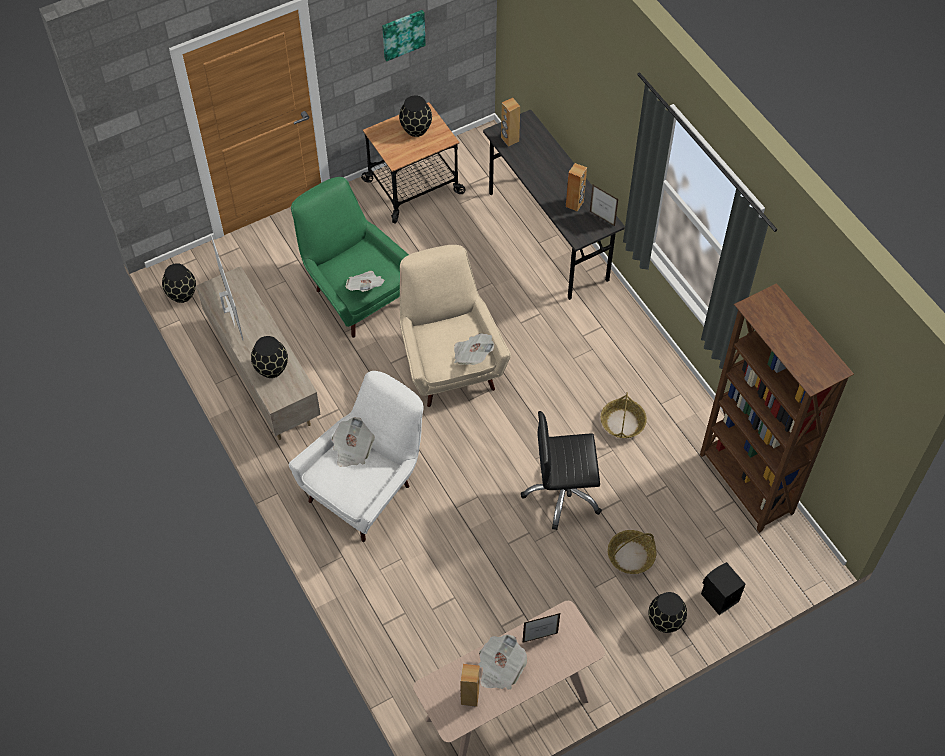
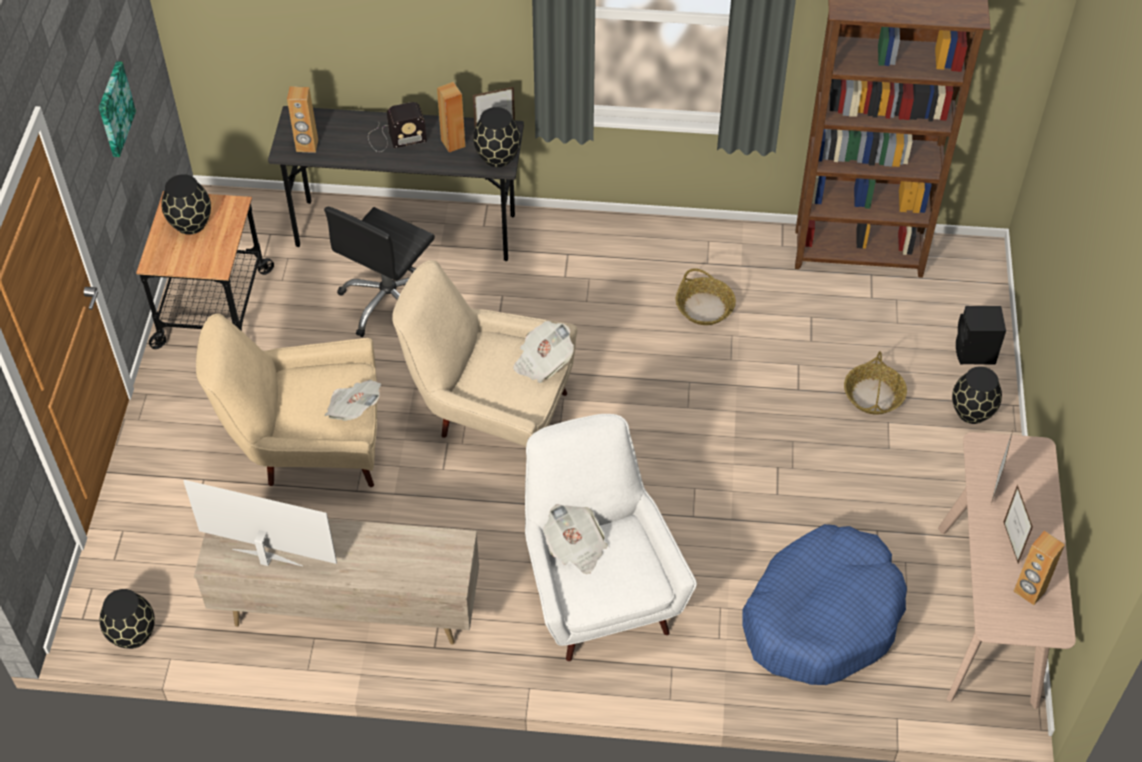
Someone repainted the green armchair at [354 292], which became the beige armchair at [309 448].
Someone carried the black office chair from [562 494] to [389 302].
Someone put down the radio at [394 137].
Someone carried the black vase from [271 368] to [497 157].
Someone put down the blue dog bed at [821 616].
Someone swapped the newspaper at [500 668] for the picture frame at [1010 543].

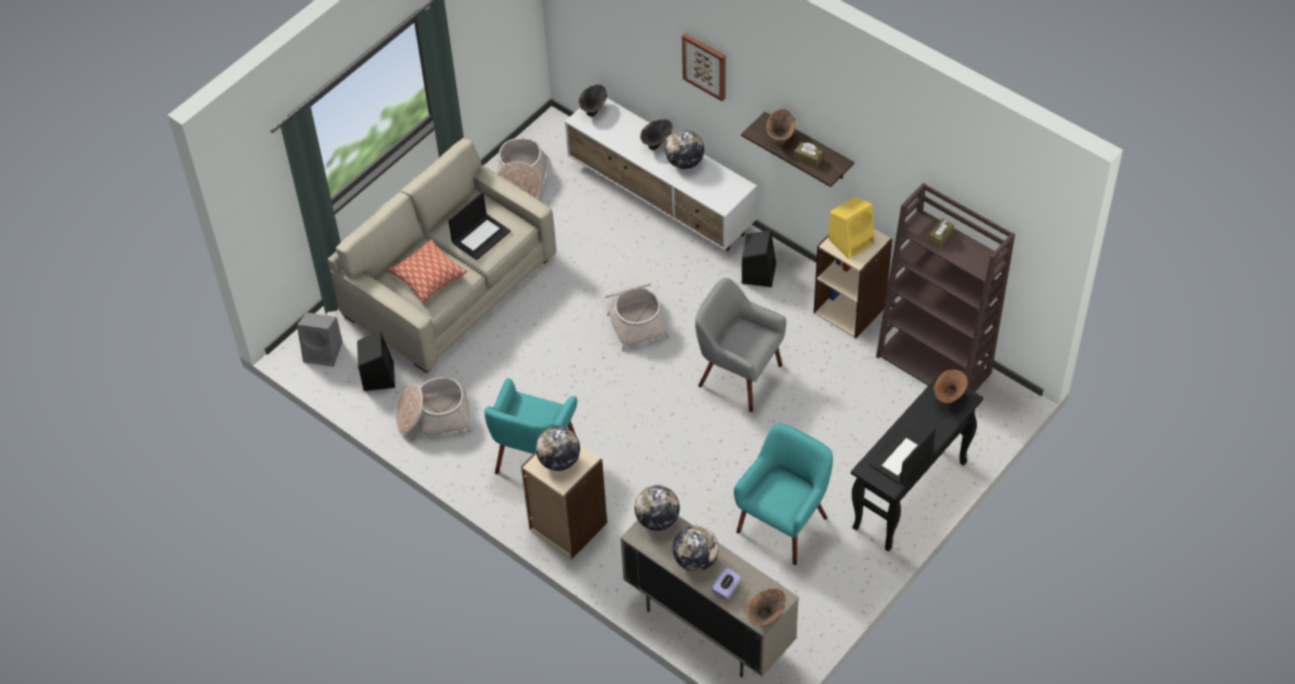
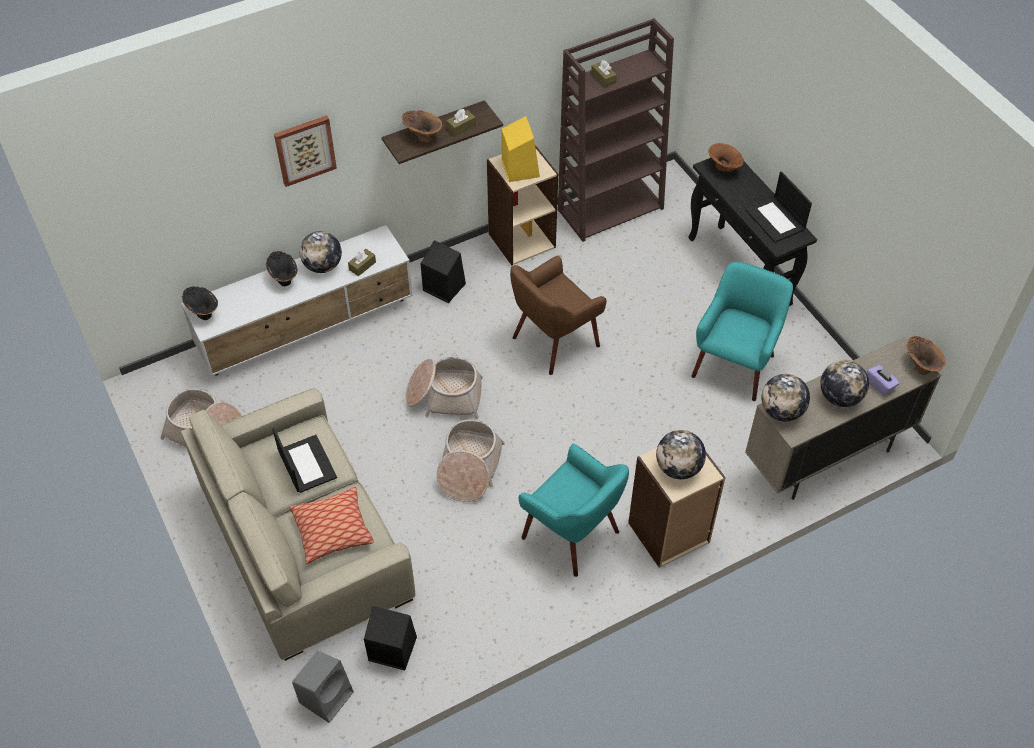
Someone put down the brown tissue box at [362 266].
Someone carried the basket from [434 417] to [469 468].
Someone repainted the grey armchair at [738 376], which became the brown armchair at [554 341].
Someone rotated the turquoise armchair at [783 524] by 60 degrees clockwise.

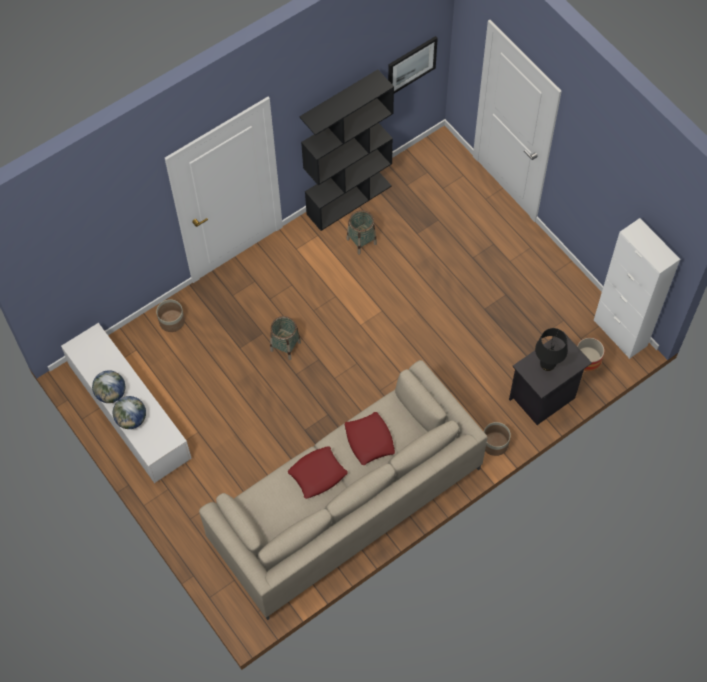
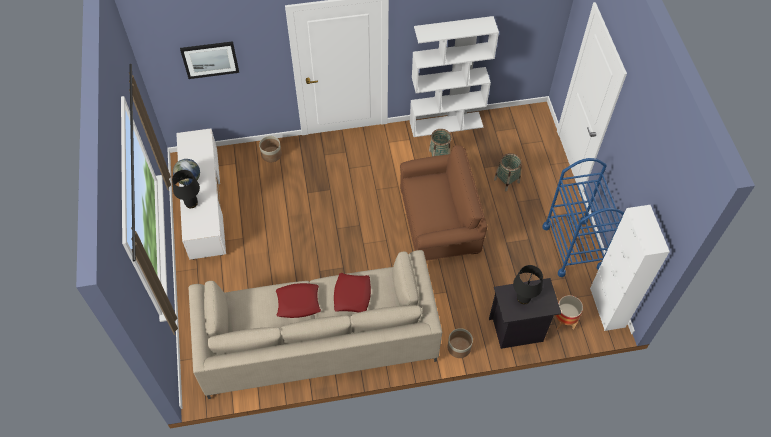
Someone swapped the globe at [131 419] for the black table lamp at [191 203].
Someone carried the picture from [411 65] to [210 59].
Someone put down the brown armchair at [439 221].
Someone repainted the black bookcase at [349 199], which became the white bookcase at [446 124].
Someone carried the basket from [285 346] to [506 181].
Someone put down the blue cart at [572 247].

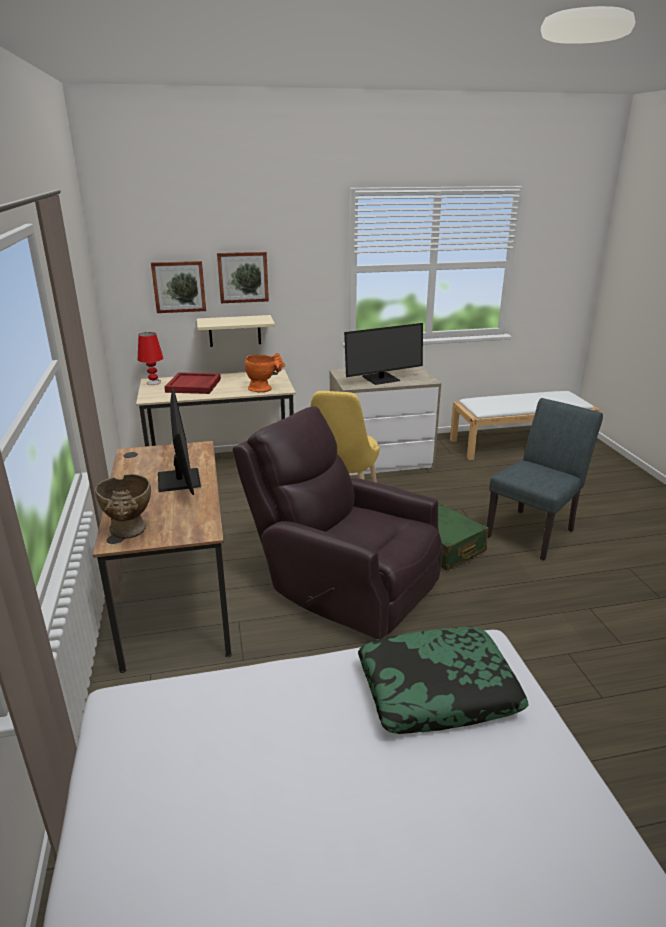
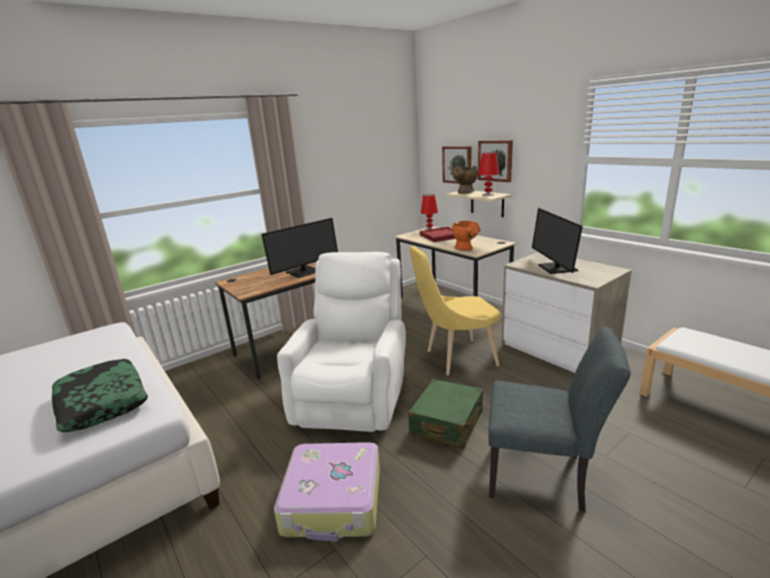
Someone put down the suitcase at [333 501].
Someone repainted the brown armchair at [342 584], which became the white armchair at [353 392].
Someone carried the beige vase from [130 532] to [464 192].
Someone put down the red table lamp at [488 194].
Someone rotated the monitor at [381 379] by 45 degrees clockwise.

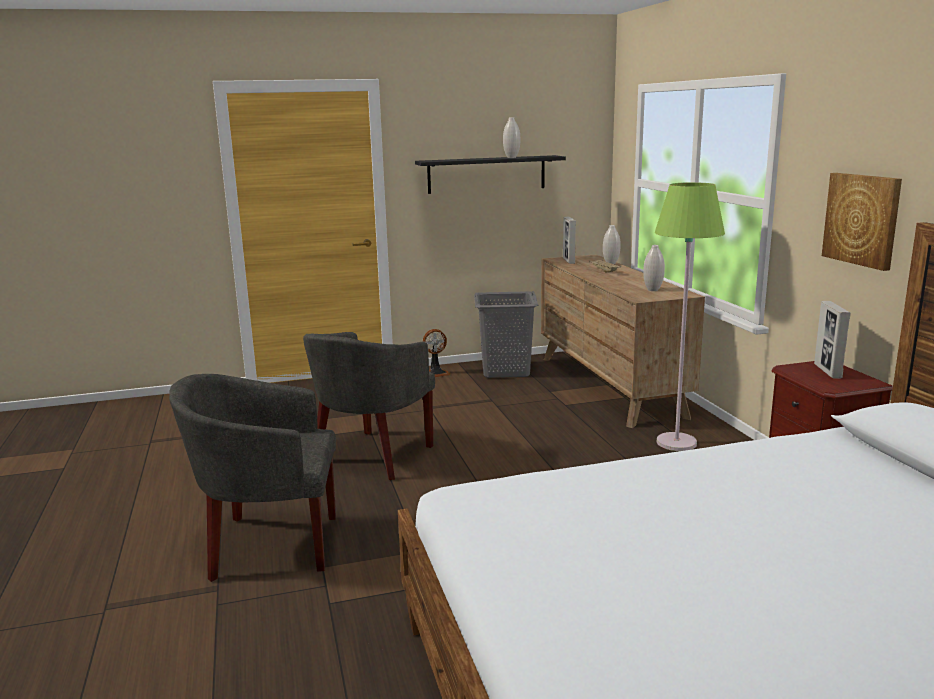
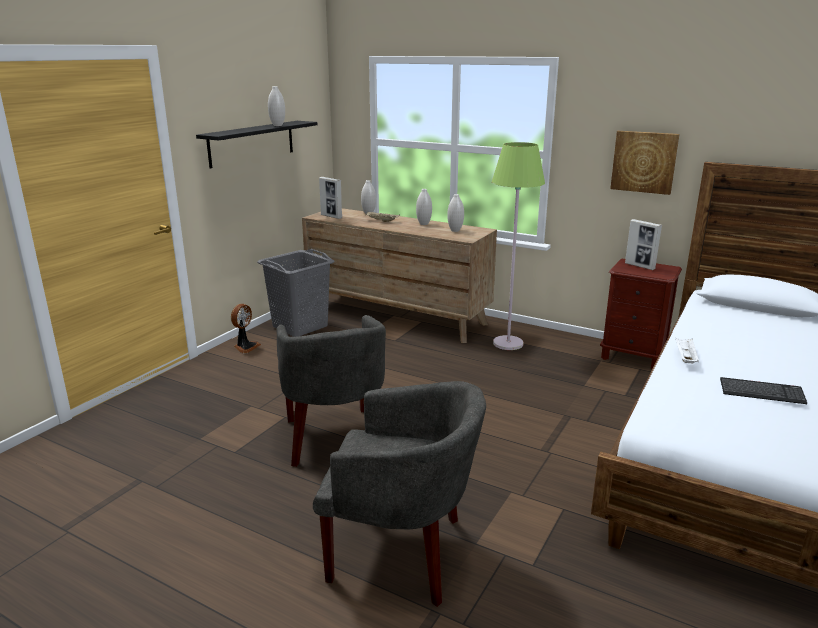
Someone rotated the grey armchair at [269 545] by 120 degrees counterclockwise.
Someone put down the white vase at [424 224].
Someone put down the white tray at [685 358].
Someone put down the keyboard at [761 392].

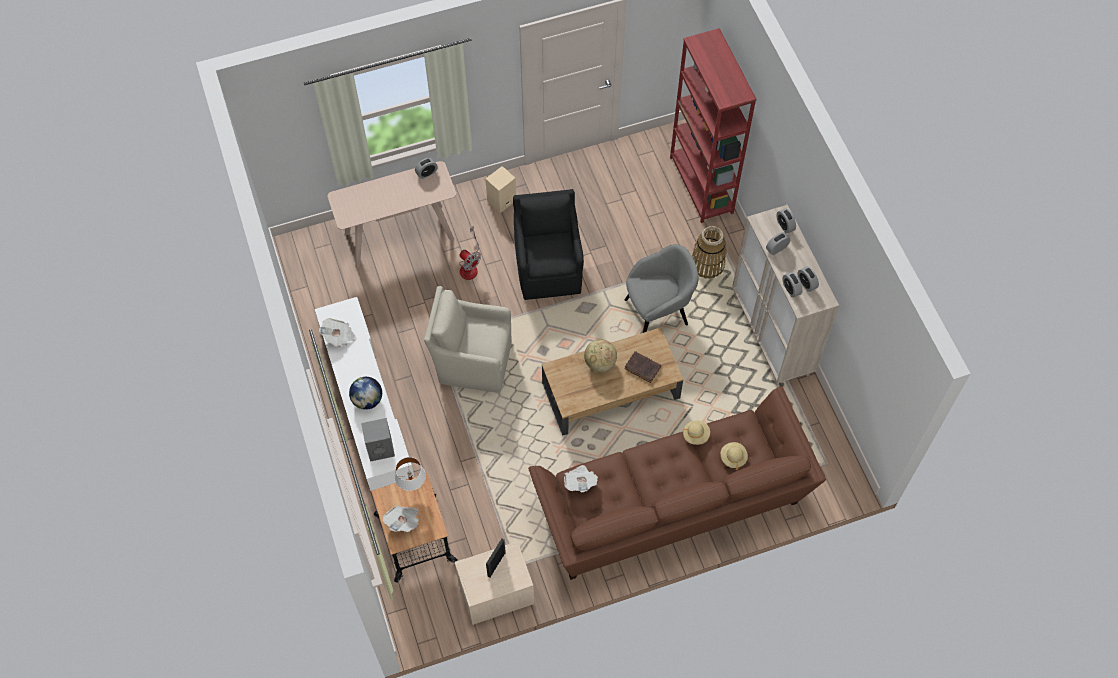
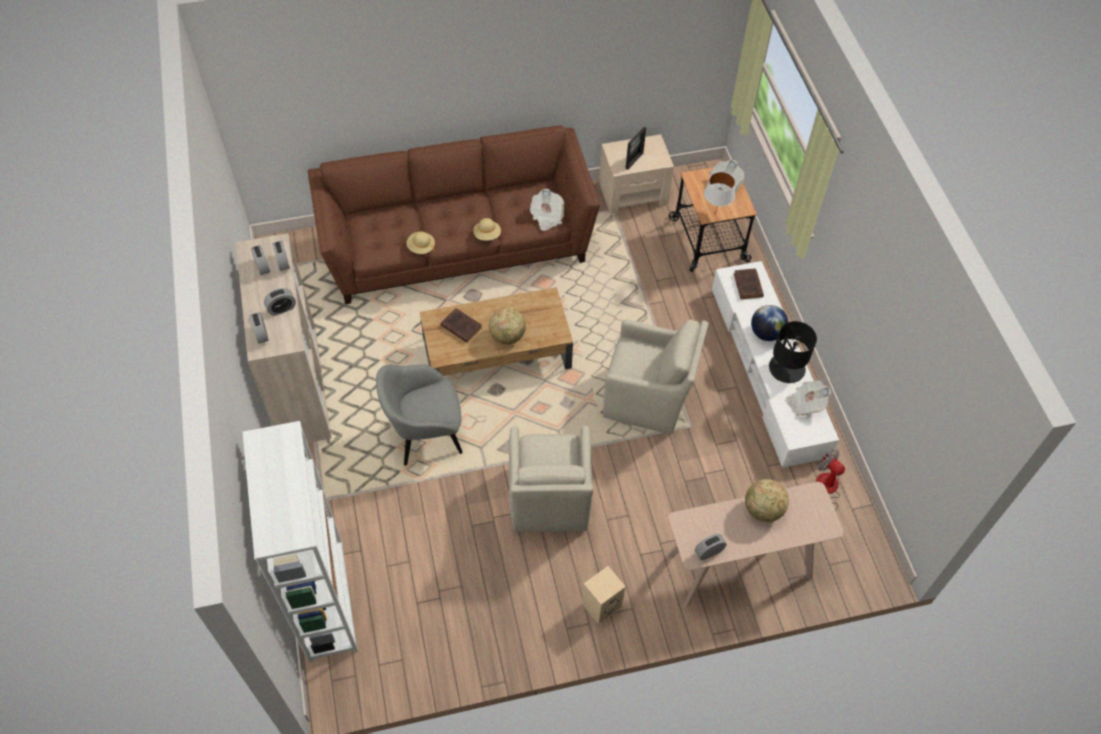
Someone repainted the red bookcase at [701 185], which became the white bookcase at [326 601].
Someone carried the beige hat from [733 457] to [487 235].
Someone repainted the black armchair at [548 269], which became the beige armchair at [549 501].
Someone swapped the grey speaker at [381 448] for the brown book at [748 286].
Someone put down the globe at [763 510].
Someone put down the black table lamp at [786 368].
Someone carried the fan from [469 266] to [826 491].
Someone took away the basket at [707 264].

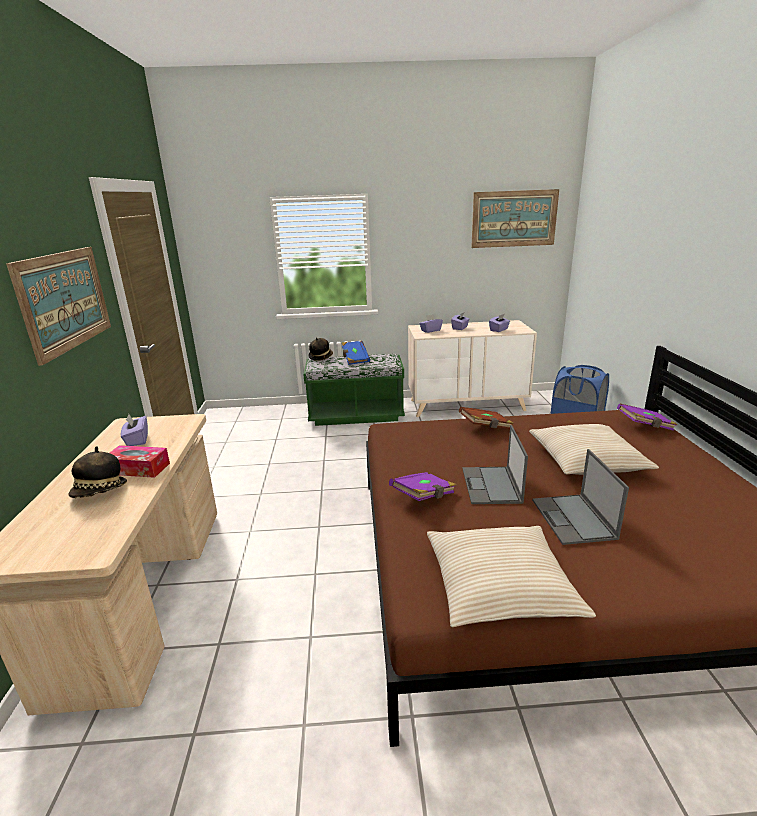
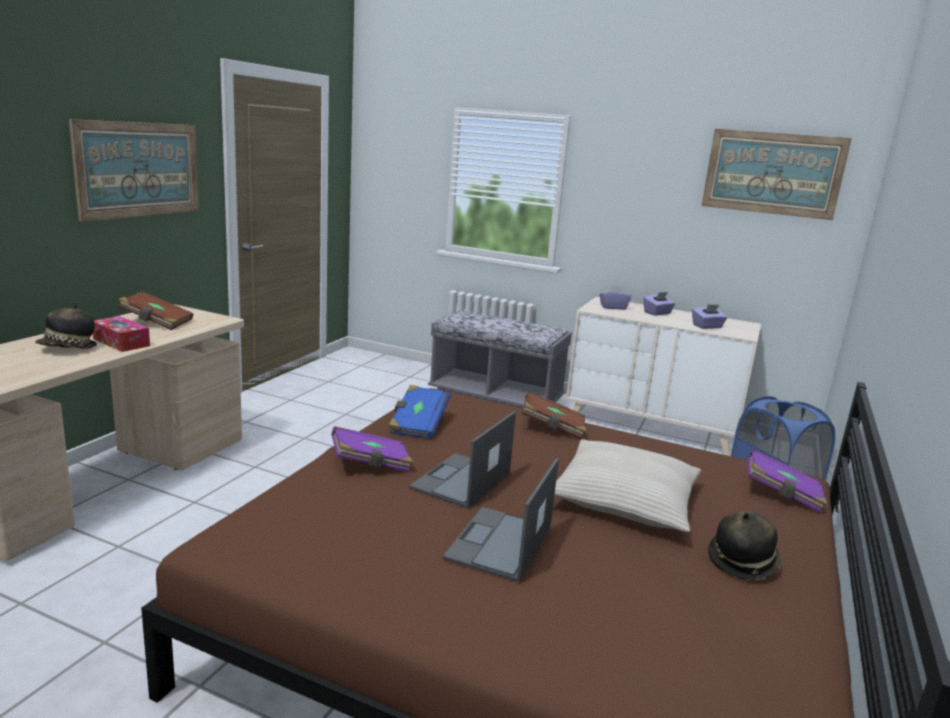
Someone swapped the purple tissue box at [137 440] for the brown book at [156 322].
Someone carried the blue book from [355 359] to [418 424].
Someone repainted the green bench at [356 415], which became the grey bench at [495 397].
Someone carried the hat from [320 357] to [742 562].
Someone took away the beige pillow at [499 586].

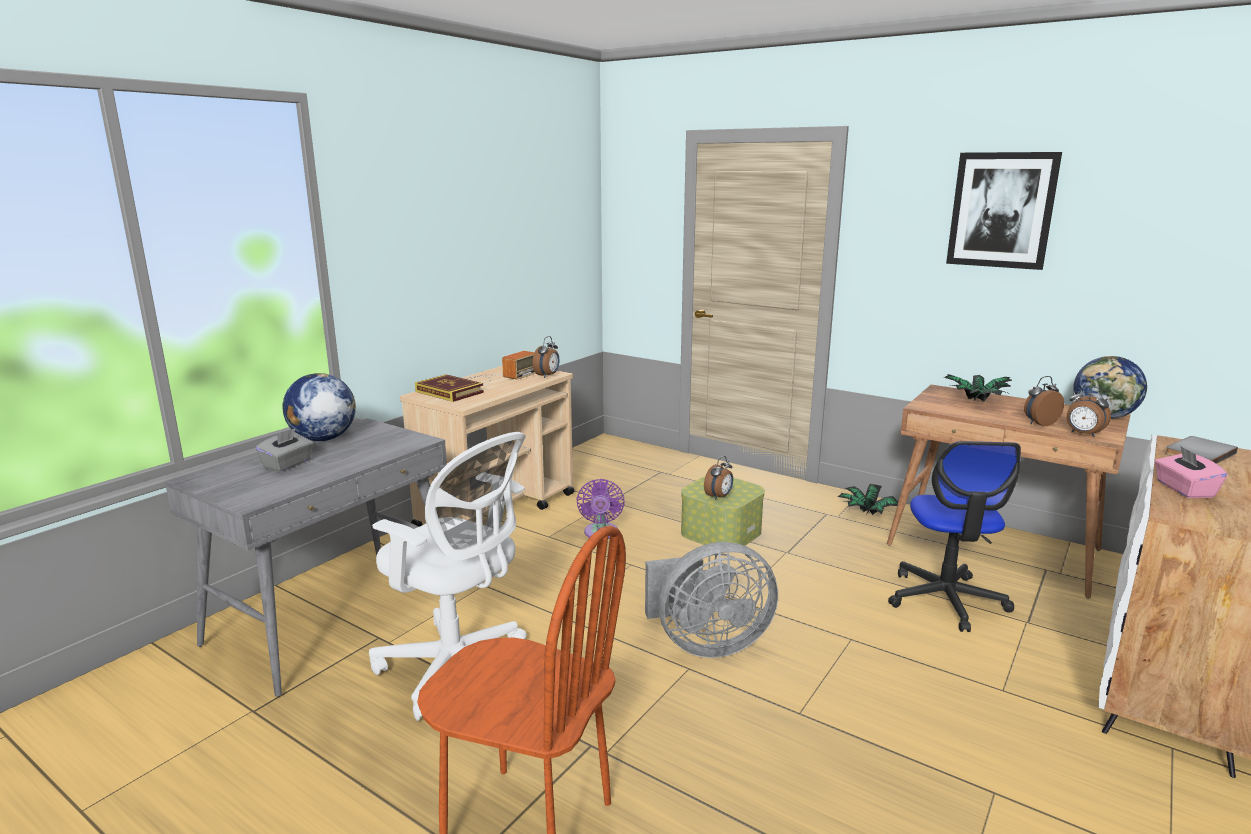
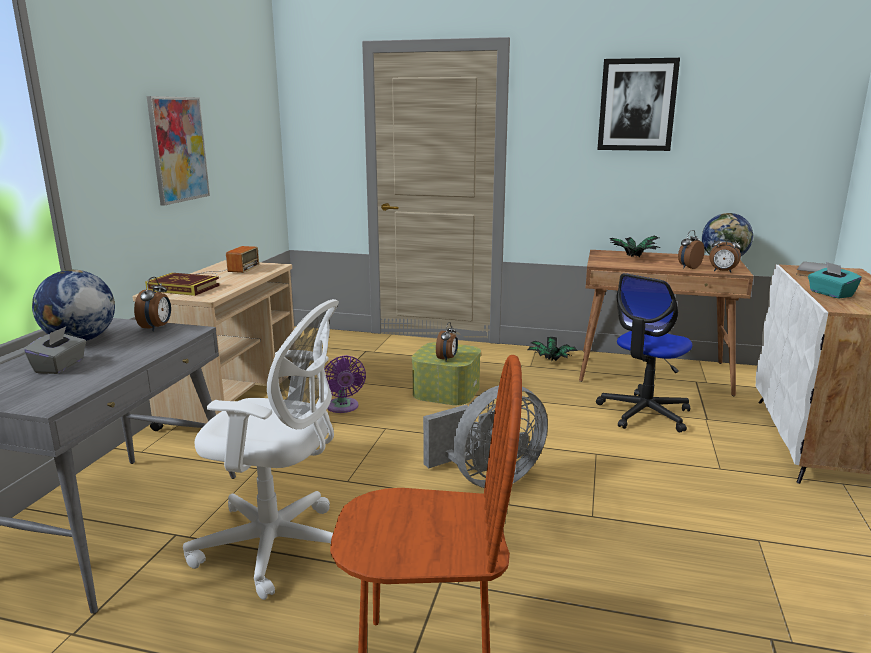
Someone carried the alarm clock from [547 375] to [157 327].
Someone put up the picture at [178 149].
Someone rotated the office chair at [946 600] by 60 degrees clockwise.
Someone repainted the pink tissue box at [1183 490], which became the turquoise tissue box at [830 294].

